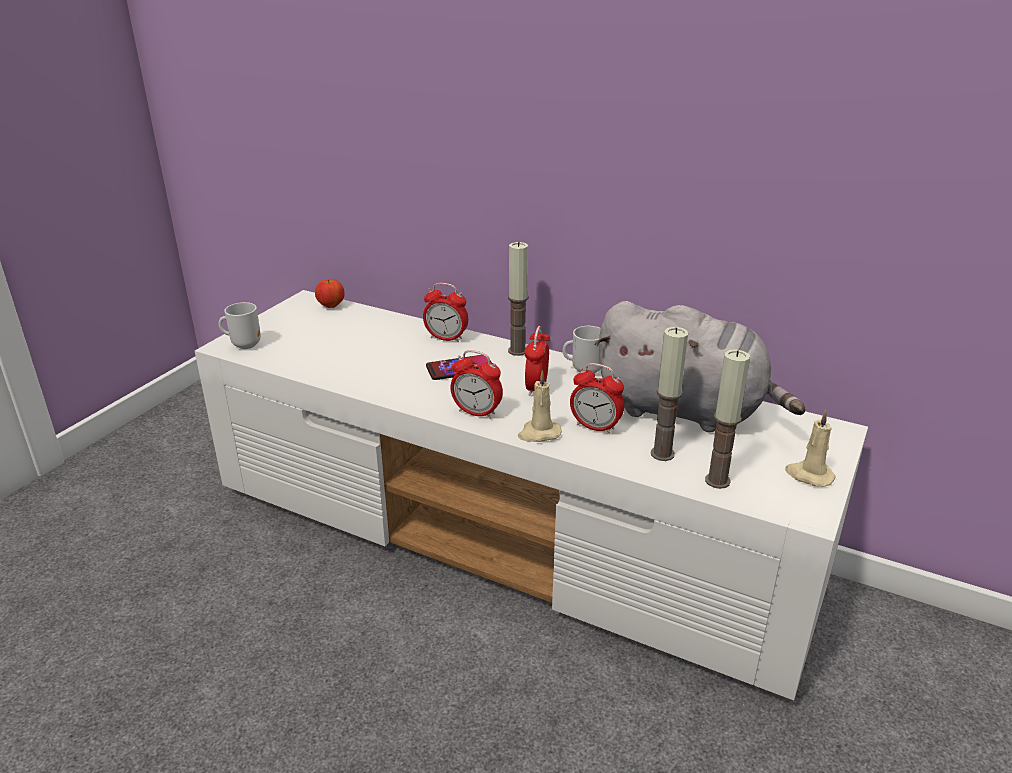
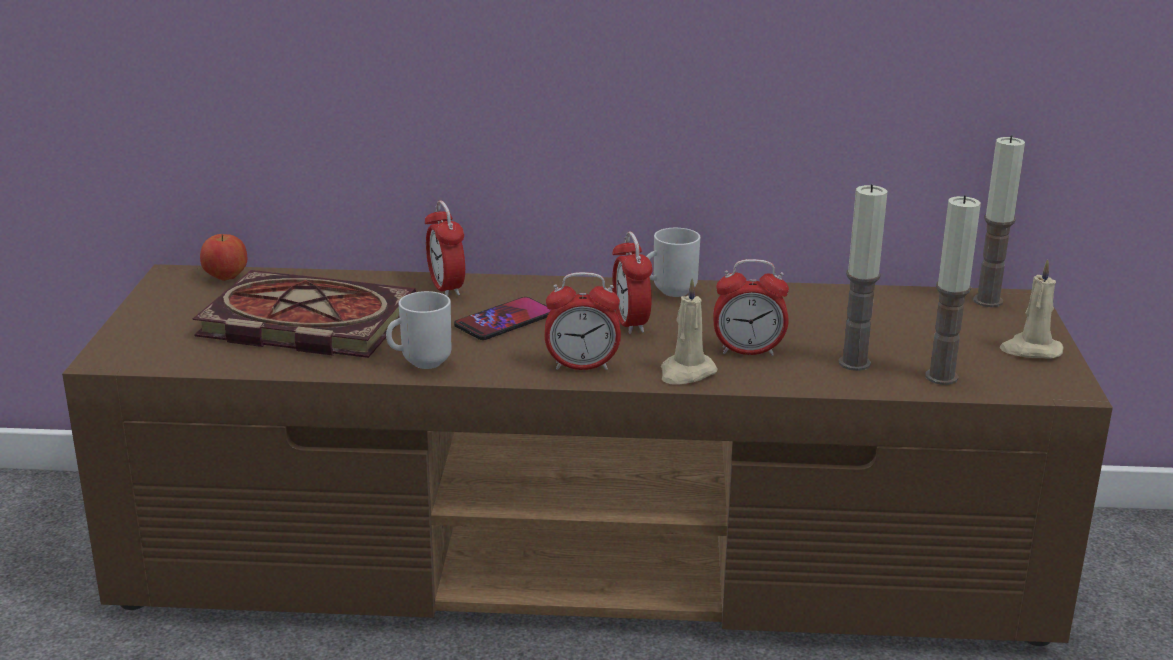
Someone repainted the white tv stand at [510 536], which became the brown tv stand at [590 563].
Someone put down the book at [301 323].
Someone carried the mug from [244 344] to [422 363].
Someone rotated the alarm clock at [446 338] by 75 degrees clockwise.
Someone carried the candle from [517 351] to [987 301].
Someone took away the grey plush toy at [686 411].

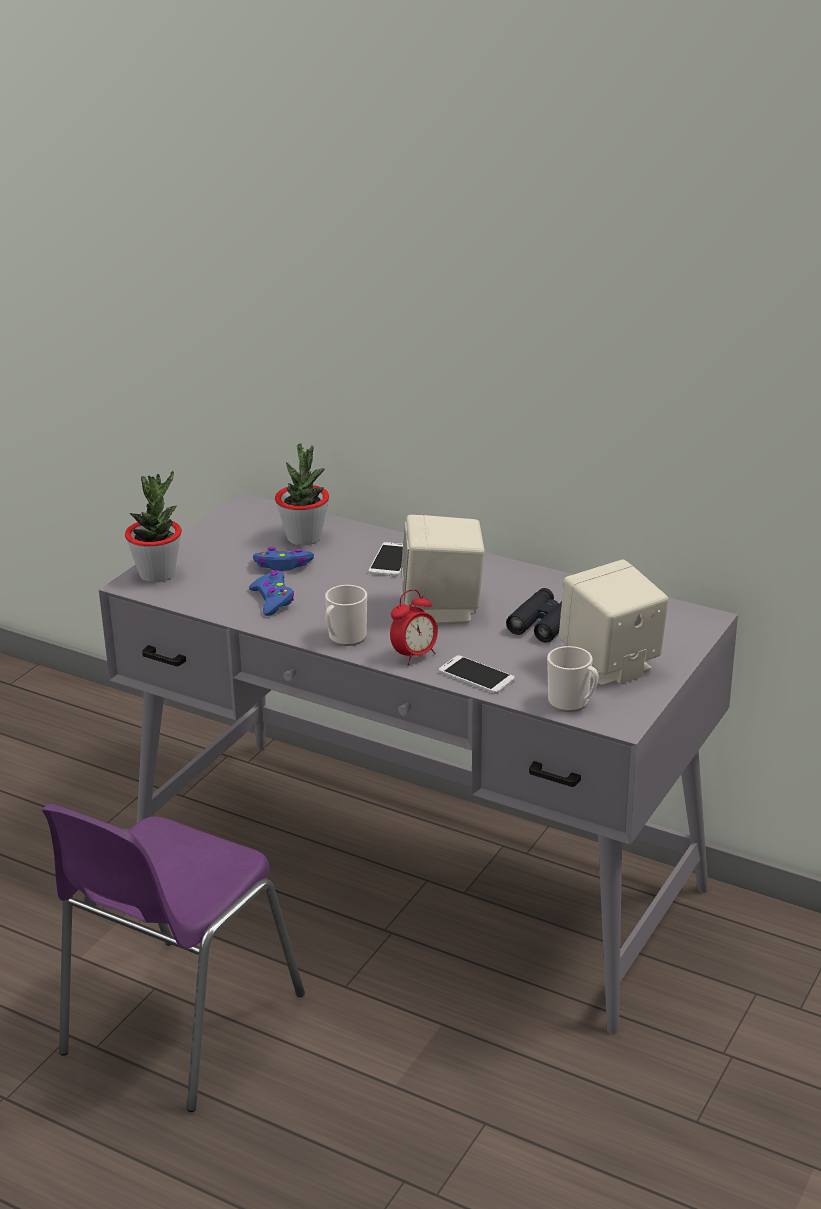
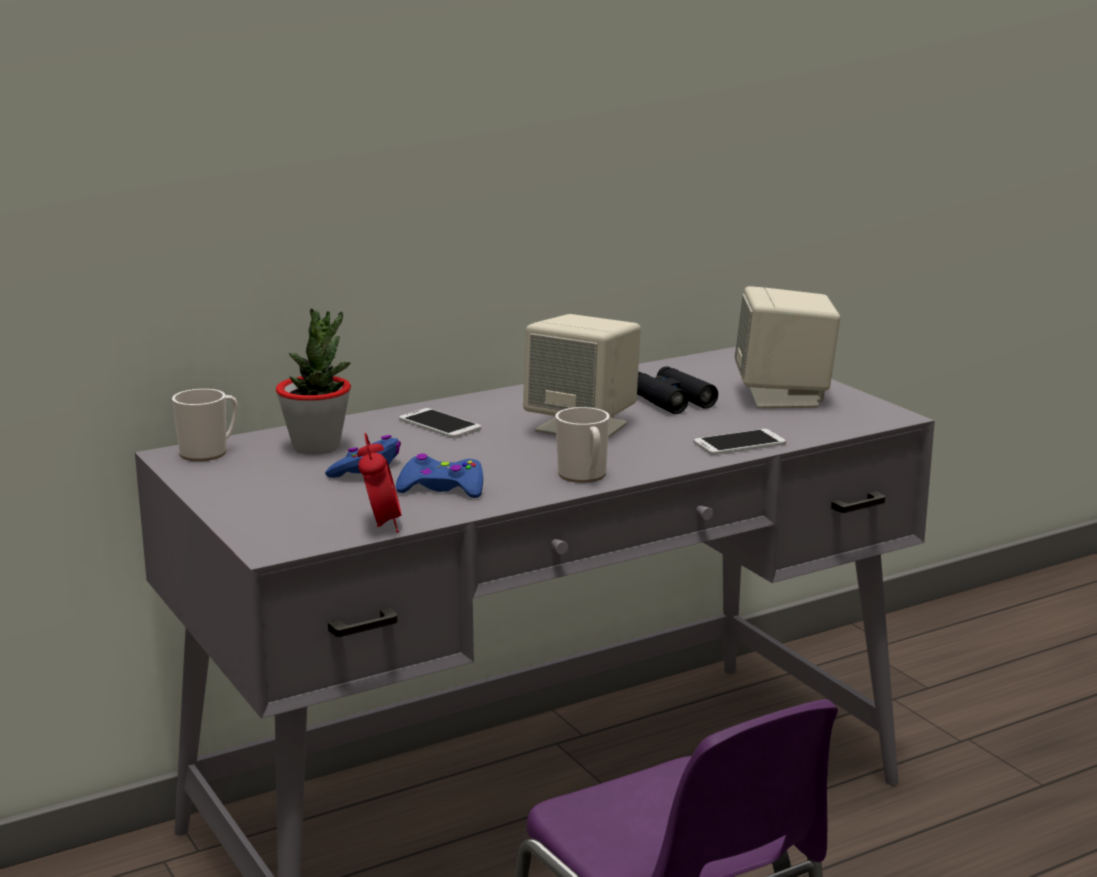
Someone carried the mug from [572 703] to [209 452].
Someone carried the alarm clock from [414 656] to [381 526].
Someone took away the potted plant at [157 574].

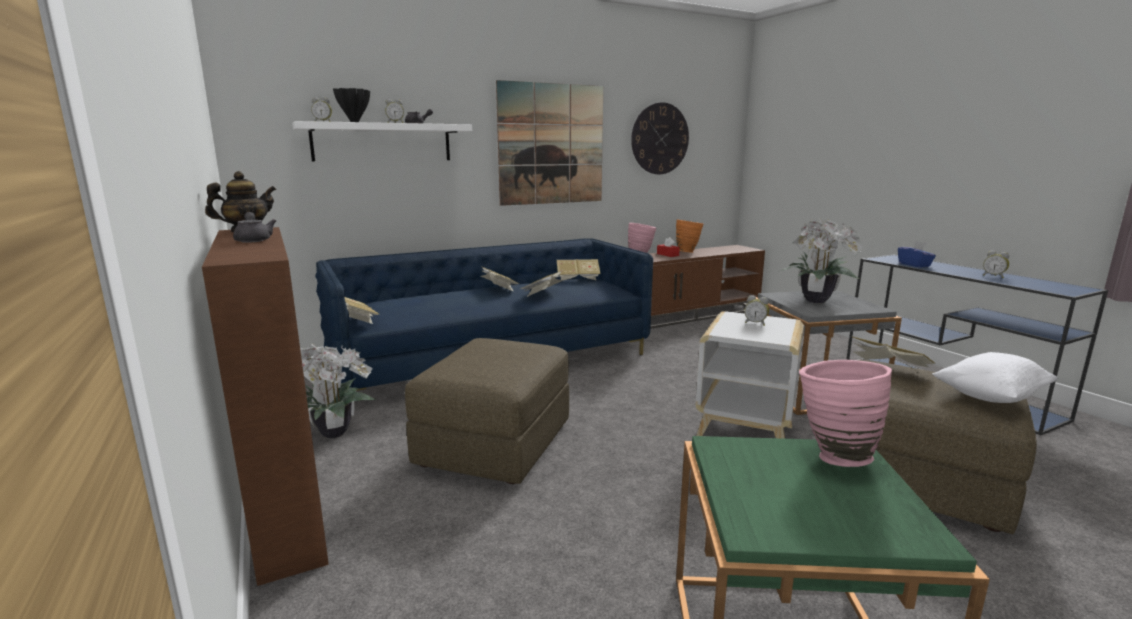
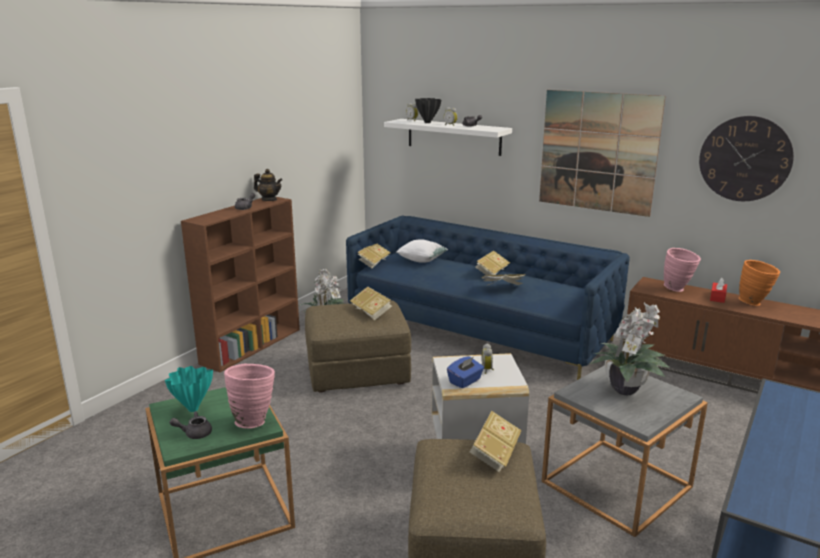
Someone put down the turquoise vase at [192 409].
Someone put down the grey teapot at [194 433].
Someone carried the book from [578 279] to [371 312].
Someone carried the white pillow from [990 396] to [421 260].
Someone carried the blue tissue box from [914 265] to [465 381].
Someone took away the alarm clock at [993 276].

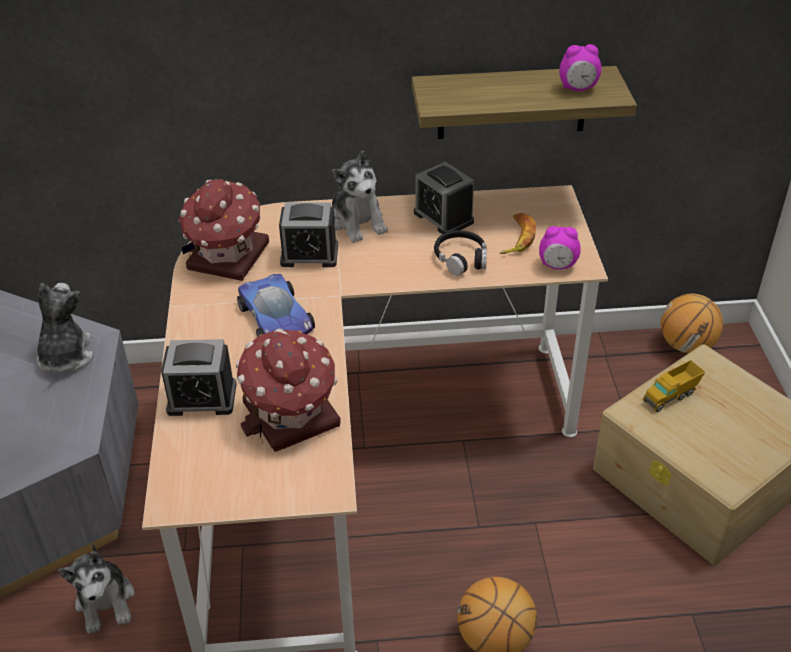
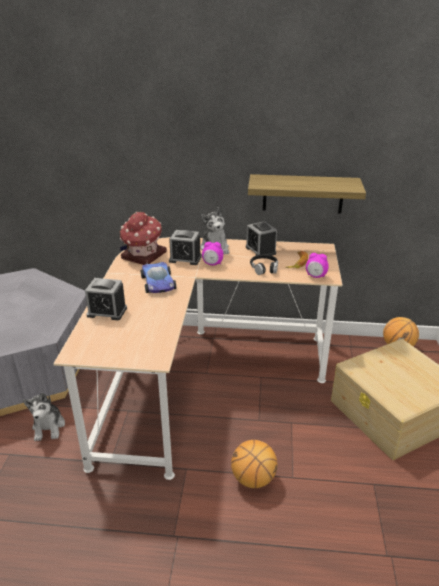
Someone carried the alarm clock from [578 89] to [212 264].
Someone took away the plush toy at [65 356].
Someone took away the toy house at [291 417].
Someone took away the toy truck at [670 396].

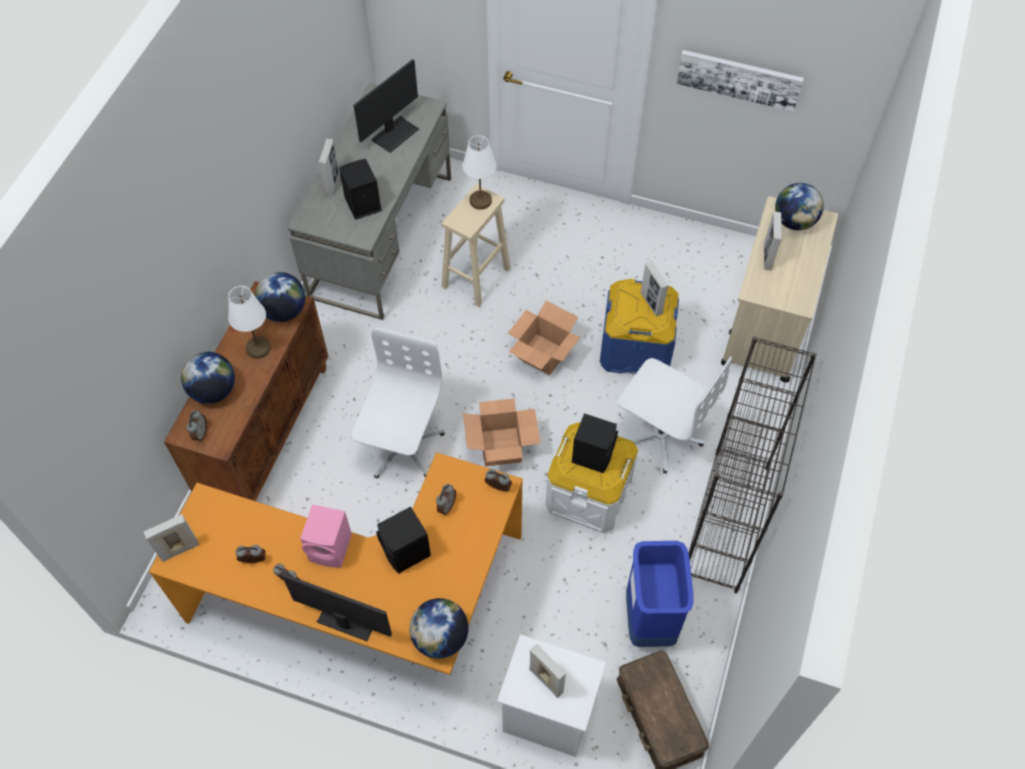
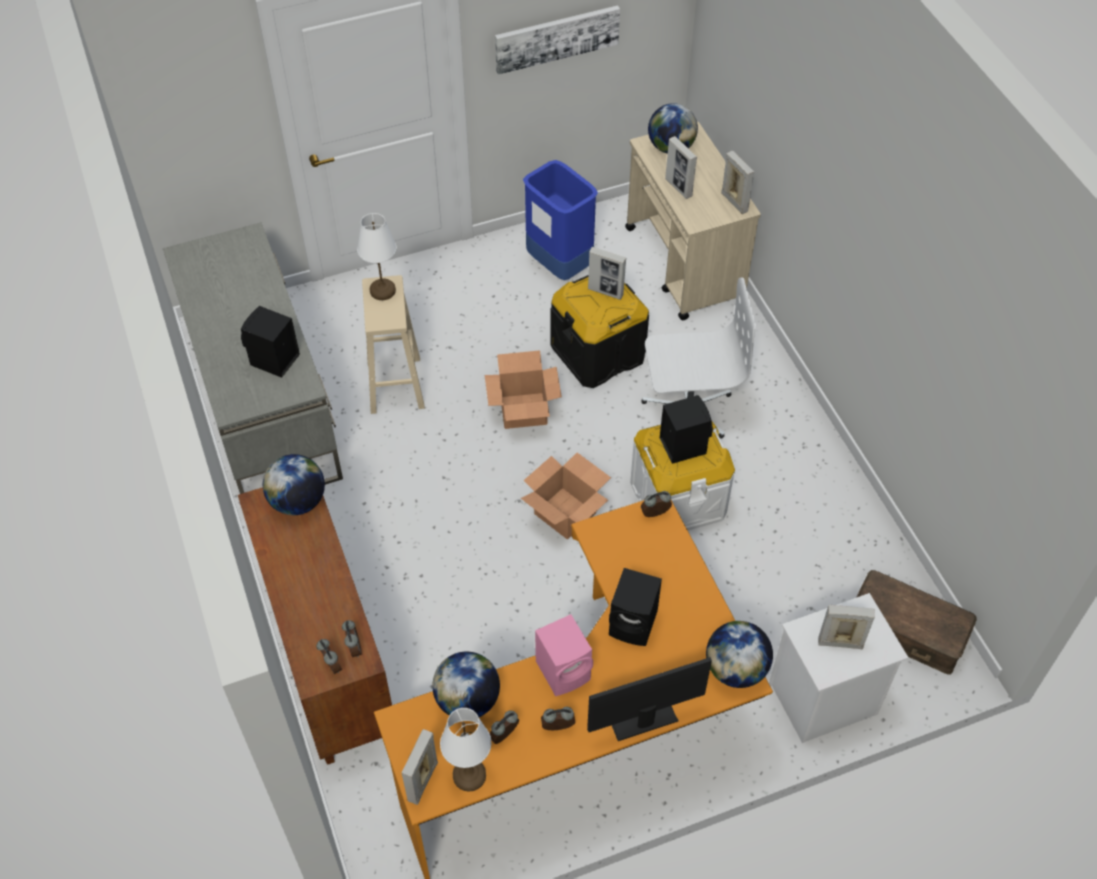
Someone carried the alarm clock from [446 506] to [353 648].
Someone carried the globe from [213 391] to [467 700].
Someone carried the white table lamp from [258 348] to [469 776].
Someone carried the blue trash can from [649 620] to [559 266].
Someone repainted the blue storage box at [636 347], which became the black storage box at [598 352].
Someone carried the picture frame from [332 184] to [734 202].
Someone took away the white office chair at [401 446].
Someone took away the monitor at [395 133].
Someone took away the black bookcase at [726 521].

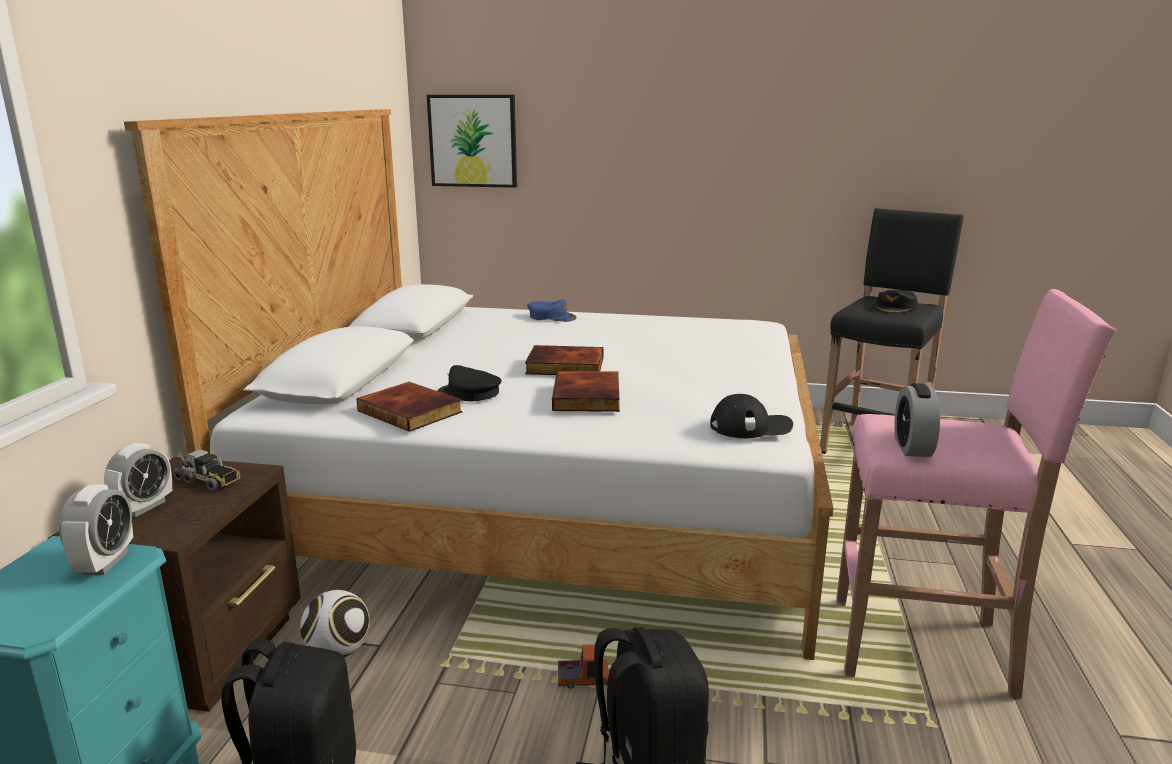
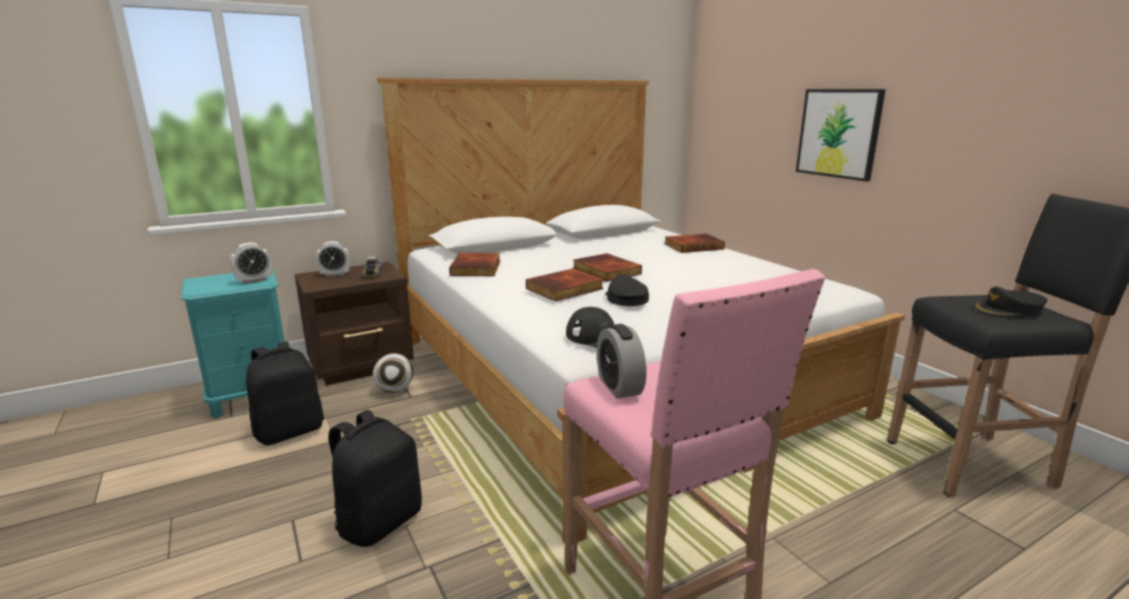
Someone rotated the alarm clock at [912 447] by 75 degrees counterclockwise.
Someone carried the black cap from [469 393] to [625 298].
Someone swapped the blue cap at [551 317] for the book at [693 246].
Someone carried the picture from [473 141] to [838 133].
Someone took away the toy truck at [583 679].

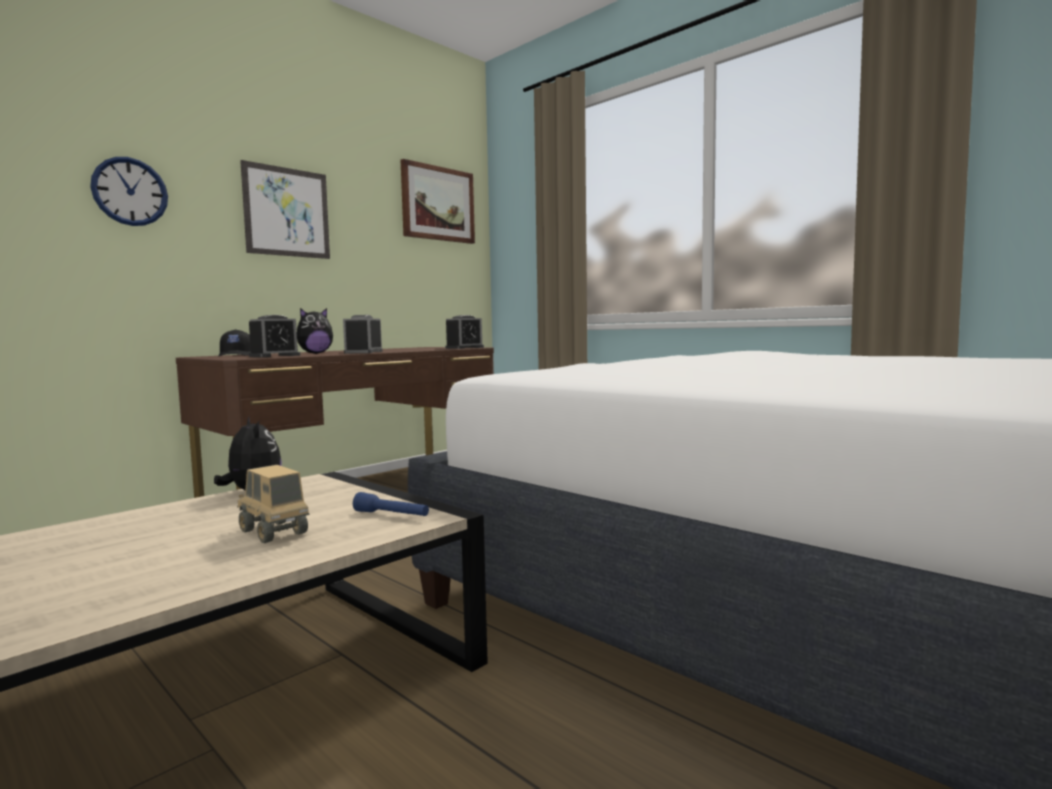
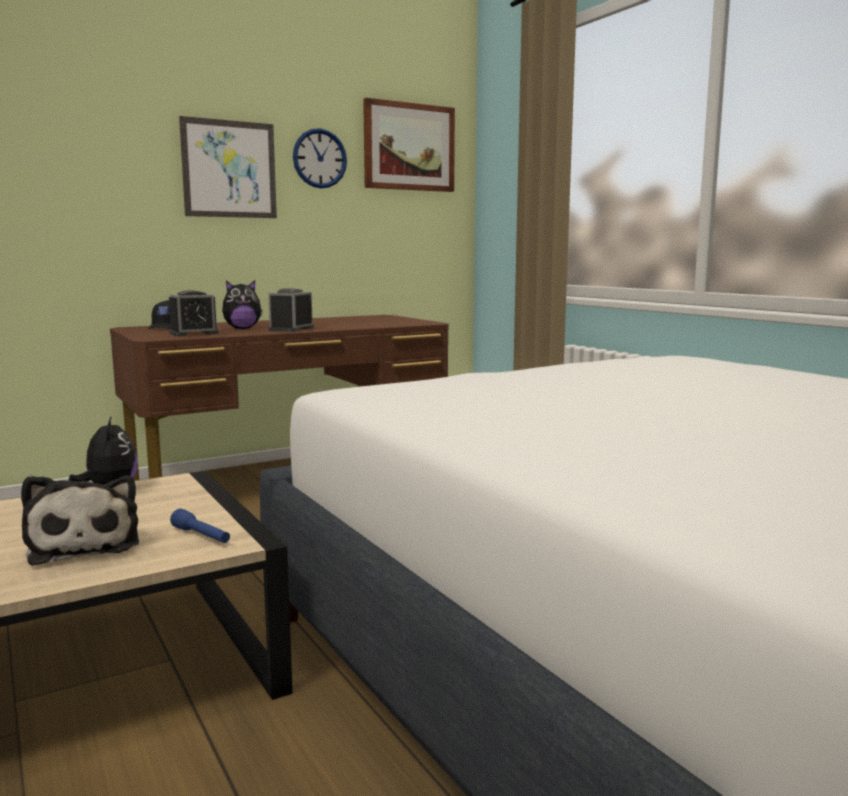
Someone swapped the toy truck at [273 533] for the plush toy at [85 544].
Someone carried the wall clock from [130 191] to [319 158].
Someone took away the alarm clock at [464 348].

